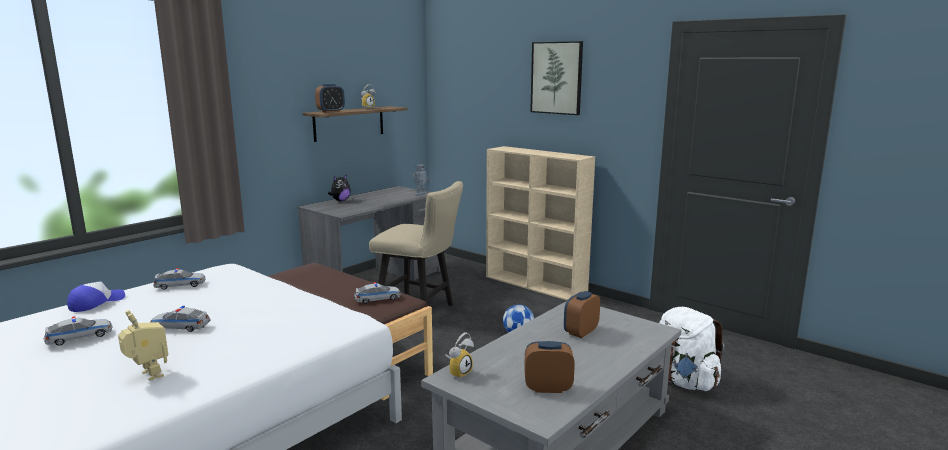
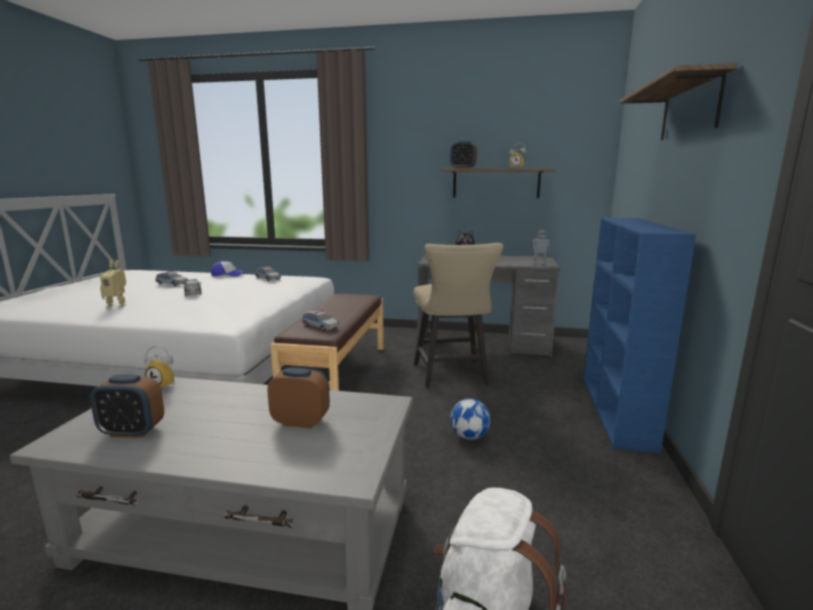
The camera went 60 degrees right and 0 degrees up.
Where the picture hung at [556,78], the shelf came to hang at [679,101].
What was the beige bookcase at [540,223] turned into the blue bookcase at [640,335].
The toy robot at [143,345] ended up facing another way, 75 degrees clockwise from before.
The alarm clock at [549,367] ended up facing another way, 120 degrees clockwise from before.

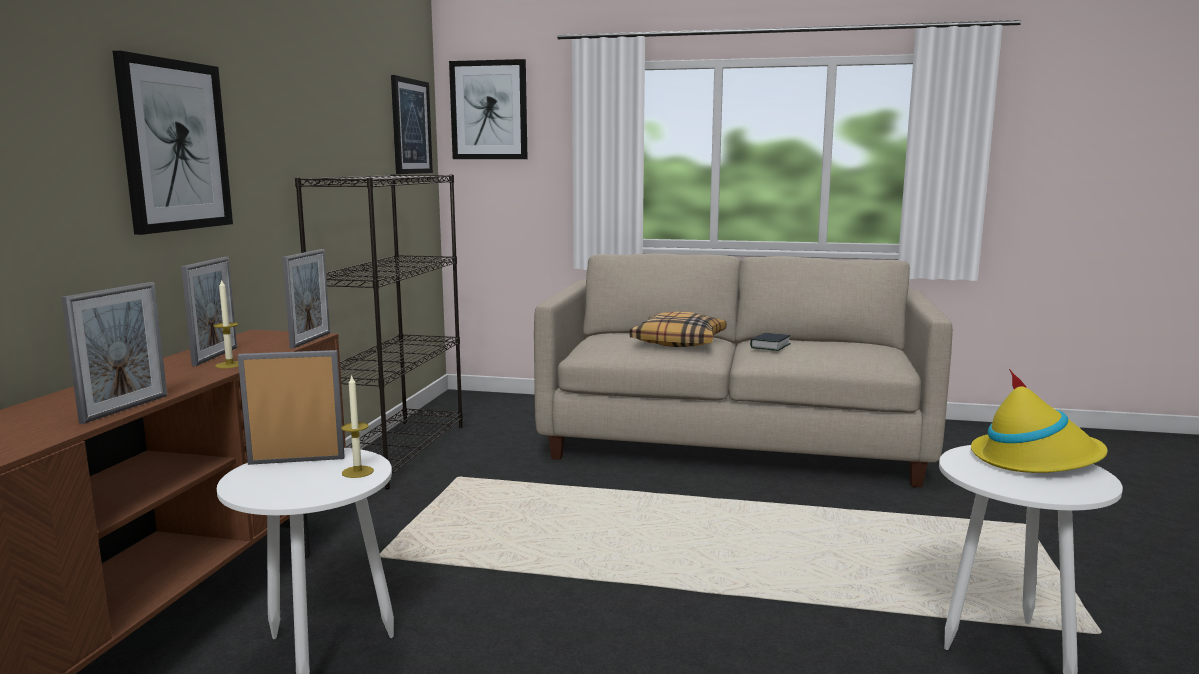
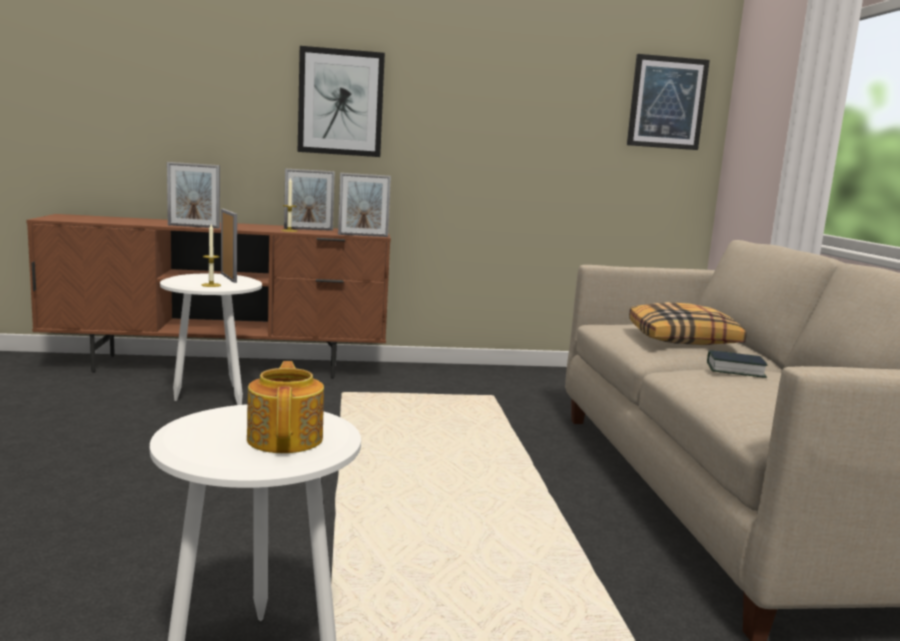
The camera went 70 degrees right and 0 degrees up.
The second view lost the picture at [488,109].
The second view lost the black bookcase at [379,331].
Where the yellow hat stood at [1039,421], the teapot came to stand at [285,407].

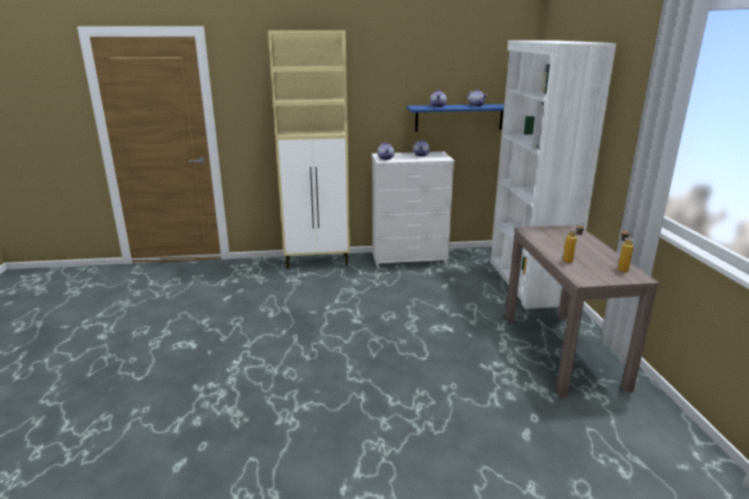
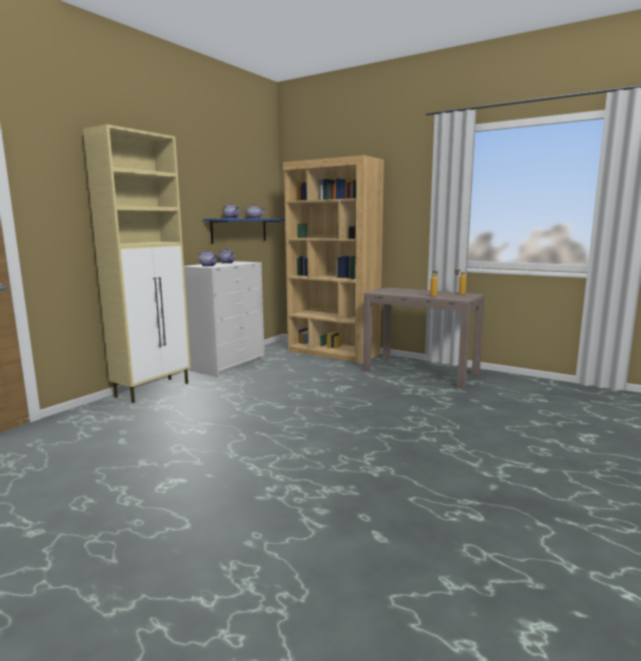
The camera went 50 degrees left and 10 degrees down.
What was the white bookcase at [553,174] turned into the brown bookcase at [333,259].

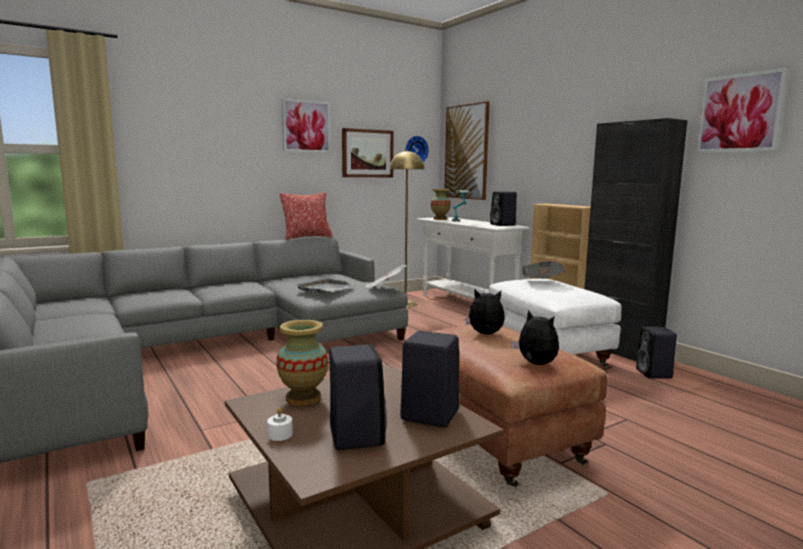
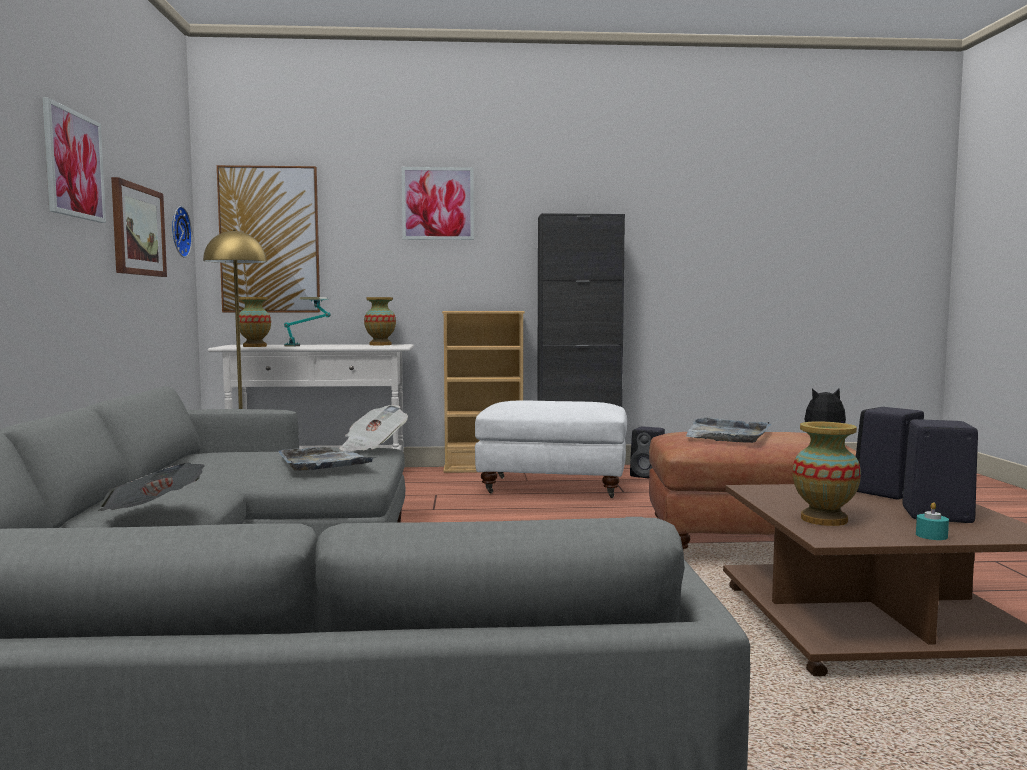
The camera went 60 degrees left and 5 degrees down.
The picture ended up elsewhere, having gone from [742,110] to [438,203].
Where the black speaker stood at [503,208], the vase came to stand at [380,321].
The second view lost the pillow at [306,216].
The newspaper ended up elsewhere, having gone from [543,270] to [151,486].
Where the plush toy stood at [485,312], the grey tray came to stand at [728,430].
What was the white candle at [280,424] turned into the turquoise candle at [932,521].

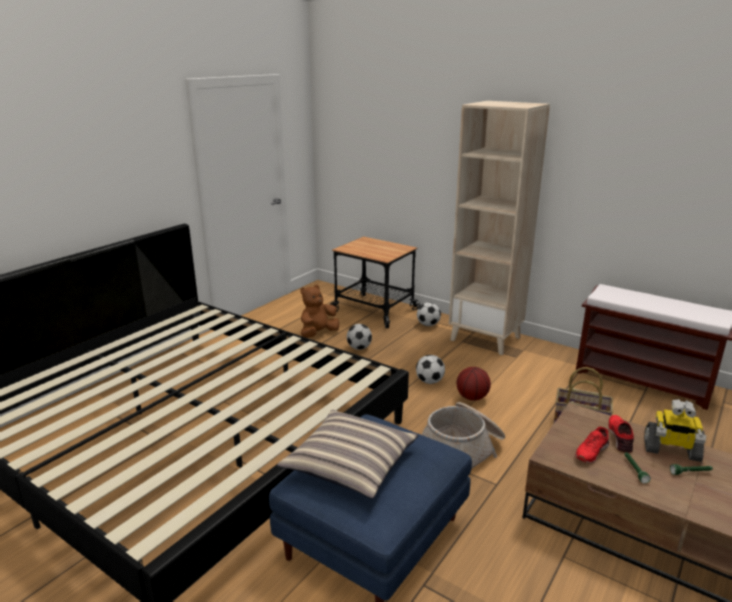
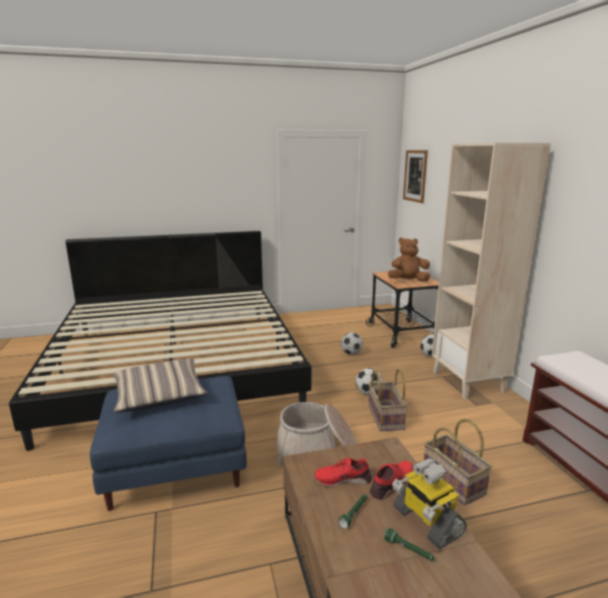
The camera went 40 degrees right and 5 degrees down.
The brown plush toy ended up elsewhere, having gone from [319,311] to [409,260].
Where the basketball stood at [474,384], the basket came to stand at [388,399].
The second view gained the picture at [415,176].

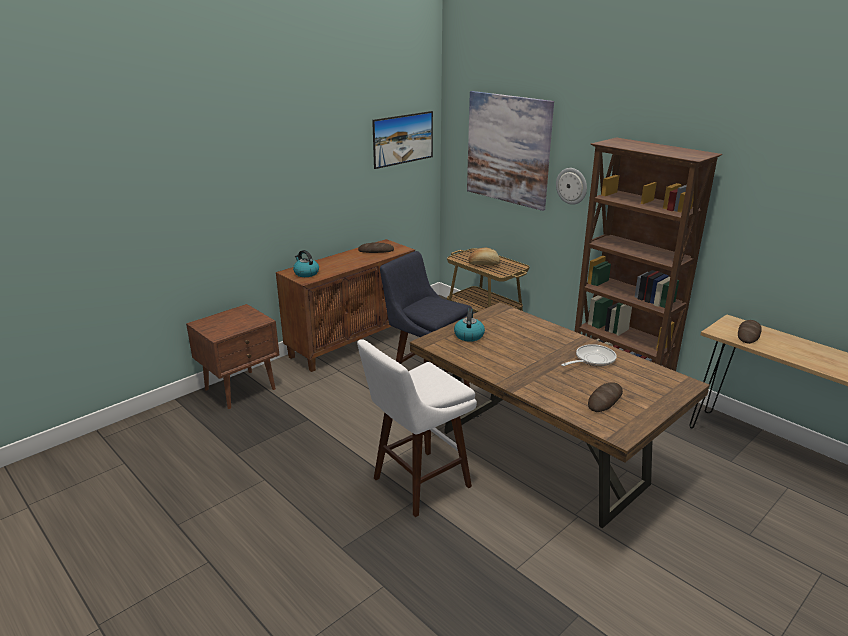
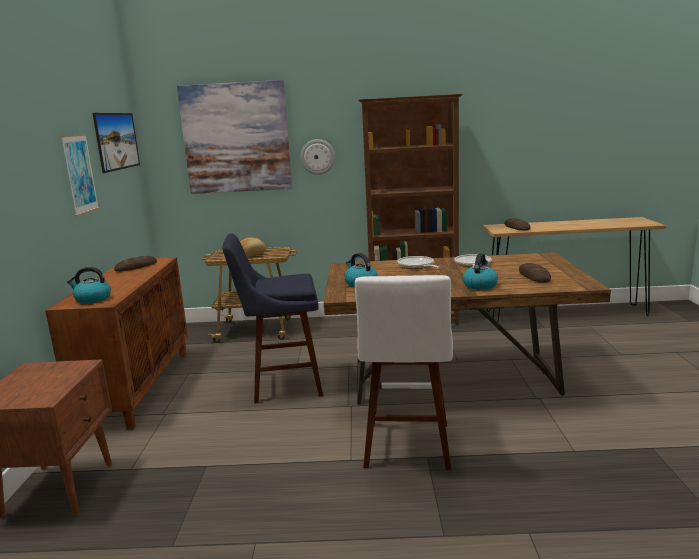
The camera went 45 degrees left and 10 degrees down.
The second view gained the picture at [80,175].
The second view gained the kettle at [480,271].
The second view gained the frying pan at [419,262].

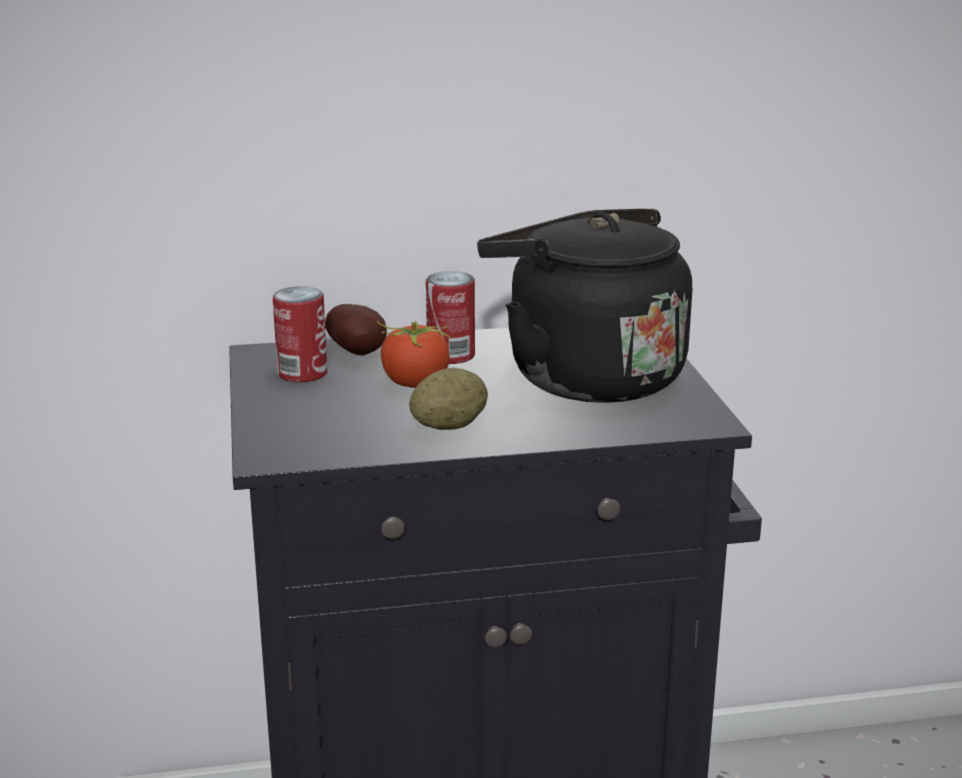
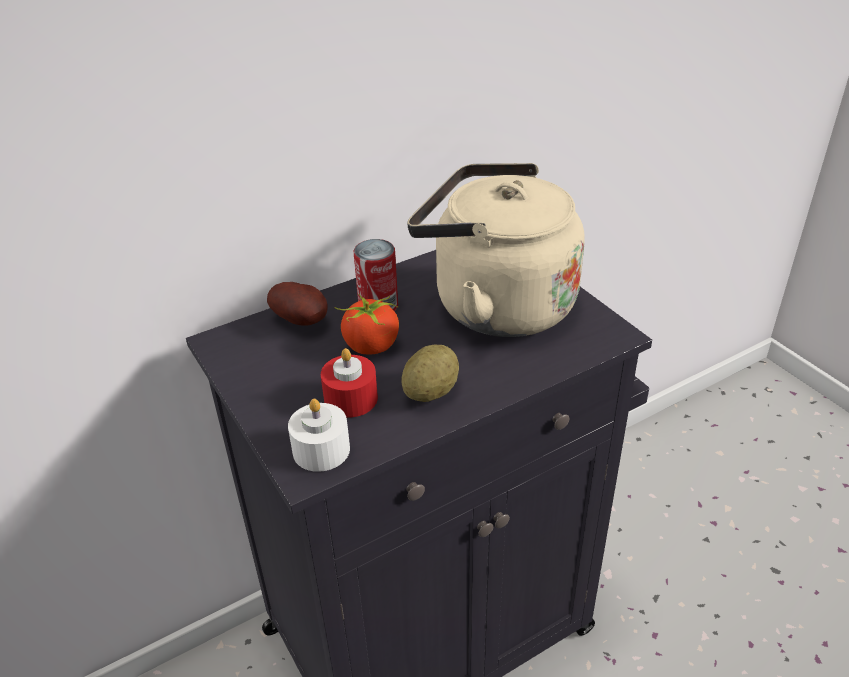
The camera went 20 degrees left and 15 degrees up.
What was the black kettle at [584,306] turned into the beige kettle at [496,250].
The second view lost the can at [300,334].
The second view gained the red candle at [349,383].
The second view gained the white candle at [319,435].

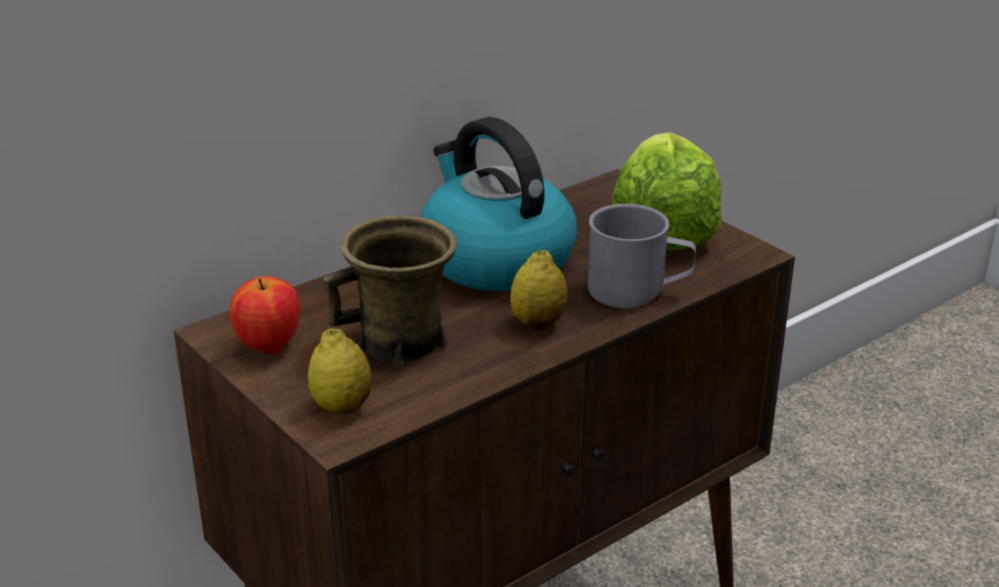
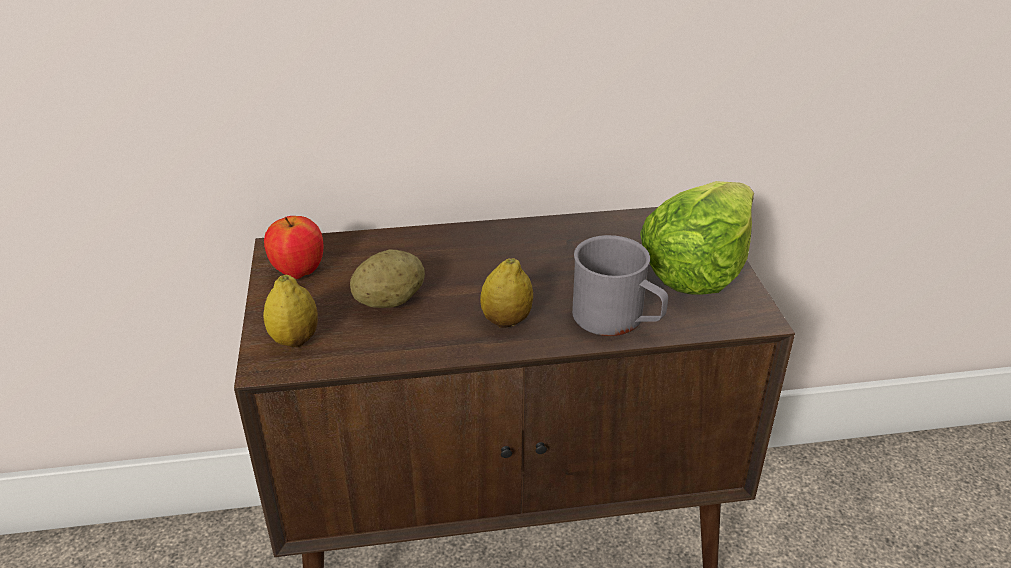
The camera went 30 degrees right and 5 degrees up.
The second view lost the kettle at [498,204].
Where the brown mug stood at [390,290], the potato came to stand at [387,278].

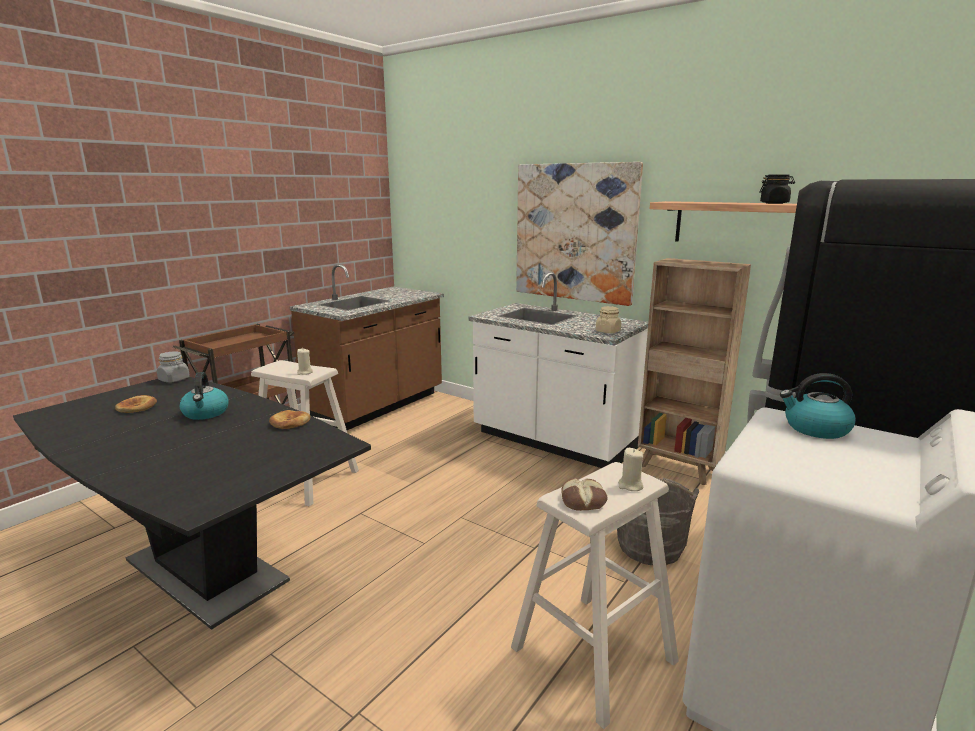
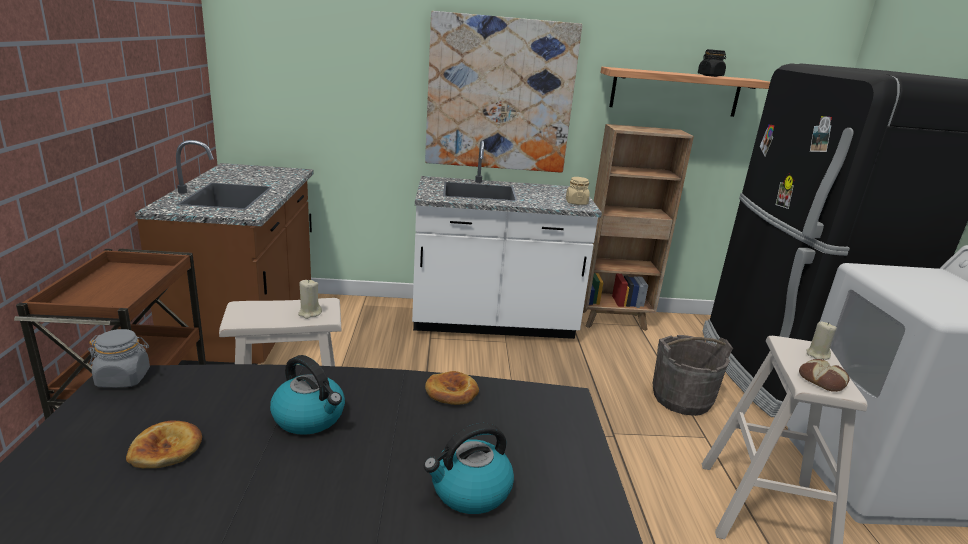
The camera went 40 degrees left and 5 degrees up.
The kettle ended up elsewhere, having gone from [818,406] to [469,468].

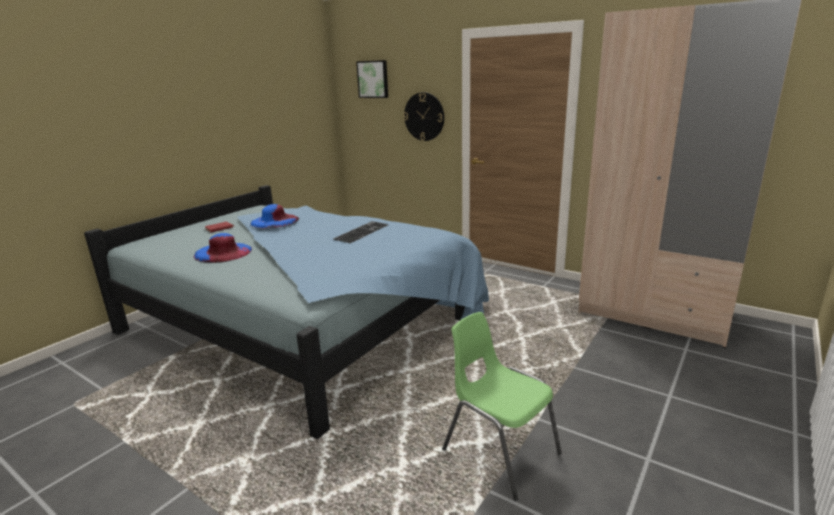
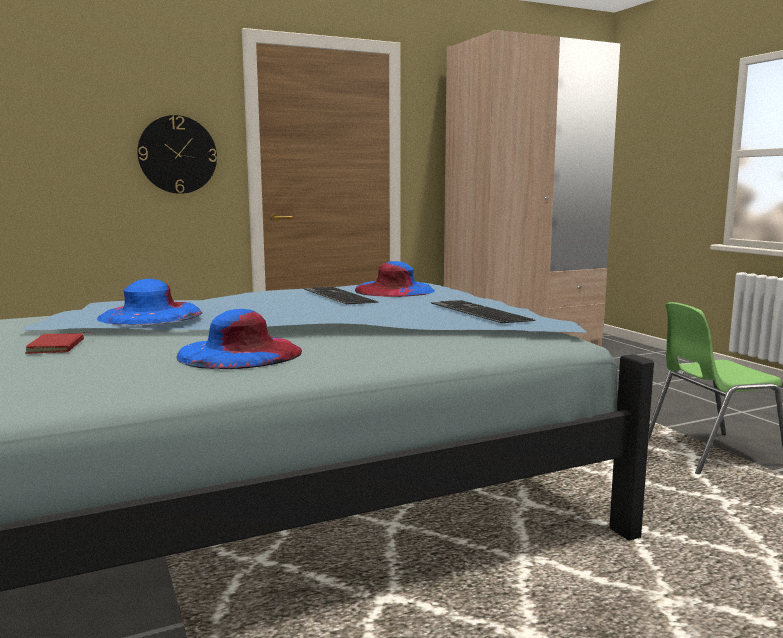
The camera went 60 degrees left and 10 degrees down.
The second view lost the picture at [372,79].
The second view gained the blue hat at [395,279].
The second view gained the keyboard at [483,311].

